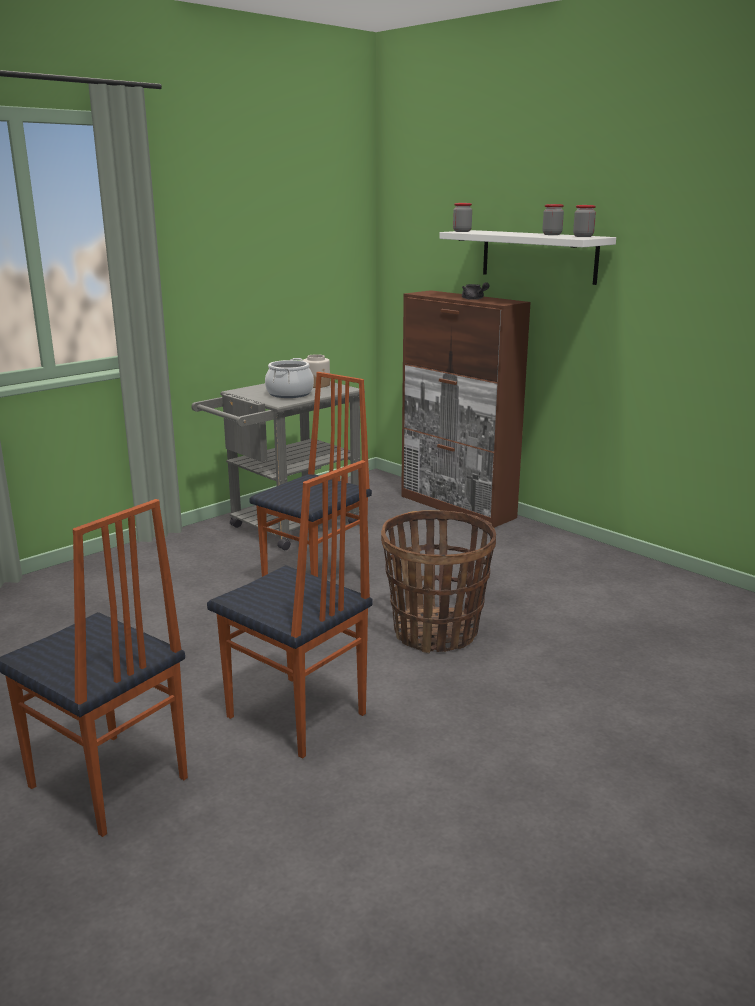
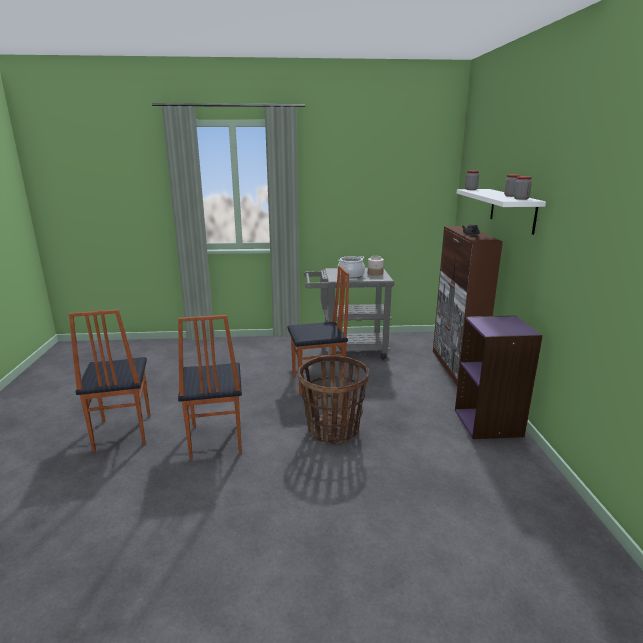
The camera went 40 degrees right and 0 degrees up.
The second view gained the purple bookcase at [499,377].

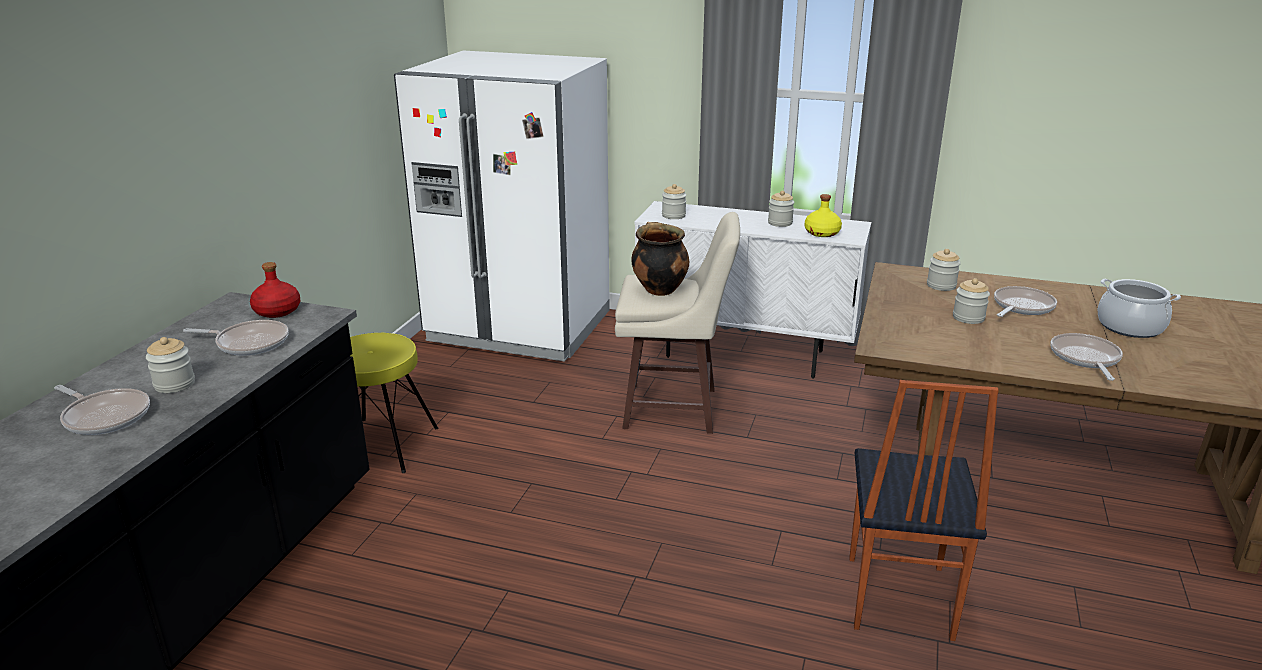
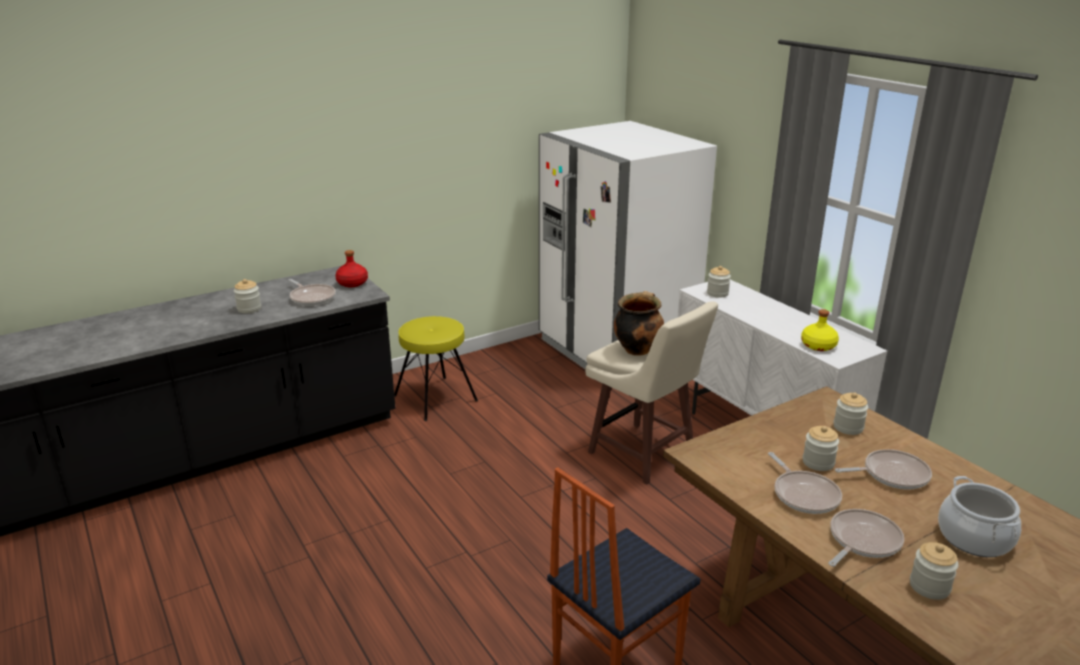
The camera went 40 degrees right and 0 degrees up.
The jar ended up elsewhere, having gone from [781,209] to [934,571].
The frying pan ended up elsewhere, having gone from [102,410] to [805,483].

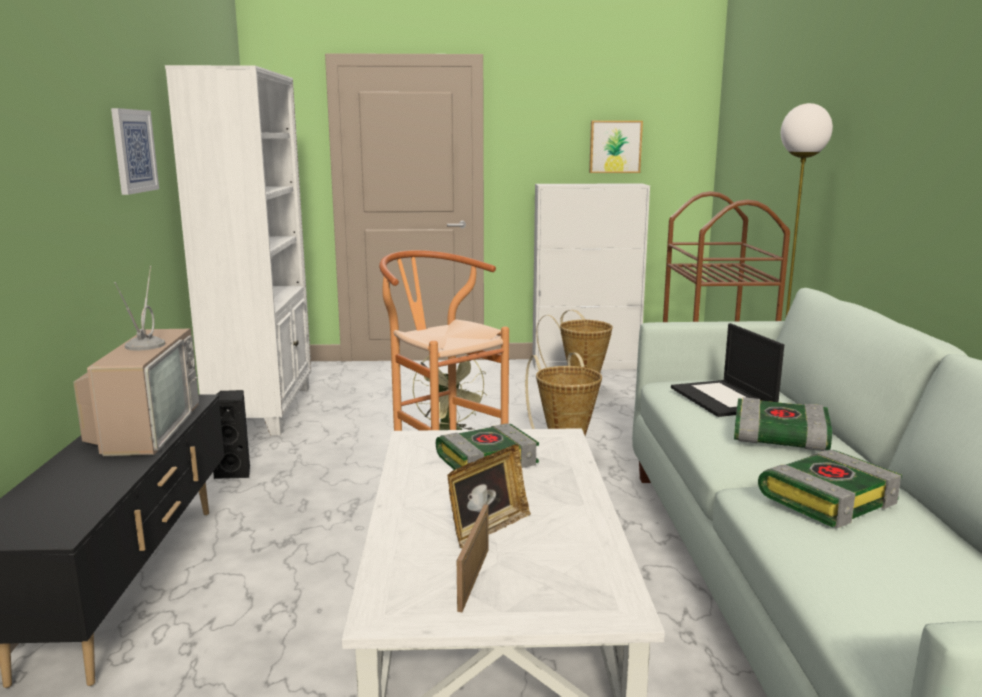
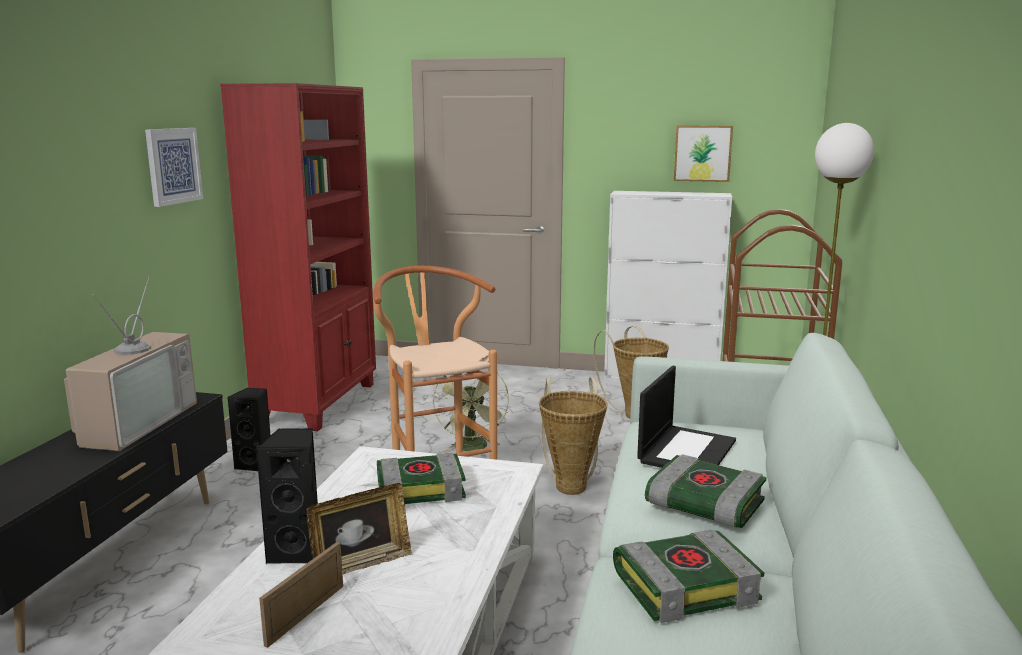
The camera went 15 degrees right and 0 degrees up.
What was the white bookcase at [238,250] turned into the red bookcase at [298,257].
The laptop at [727,370] ended up facing another way, 150 degrees counterclockwise from before.
The second view gained the black speaker at [287,496].

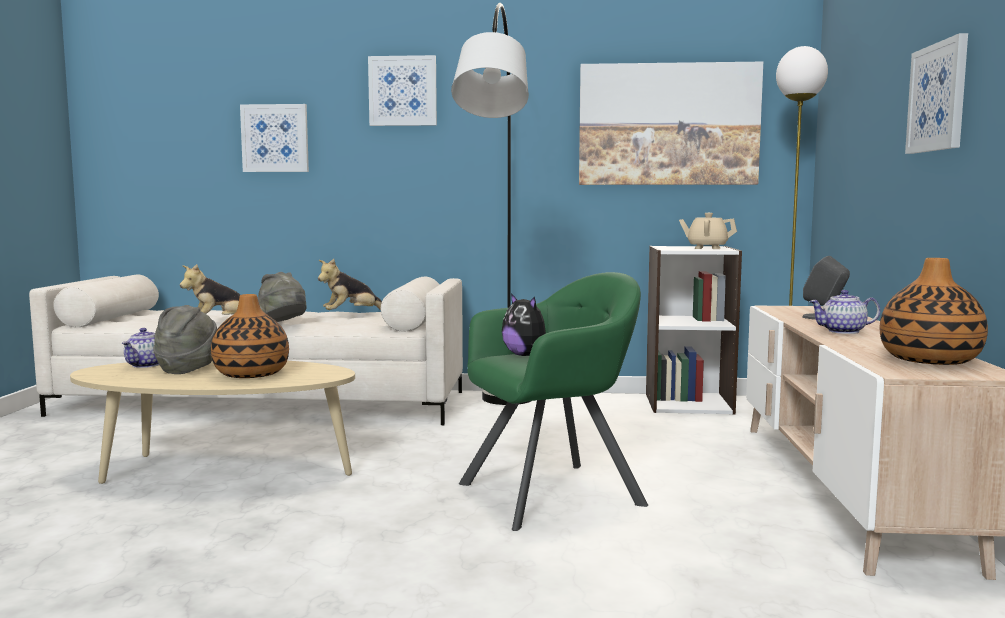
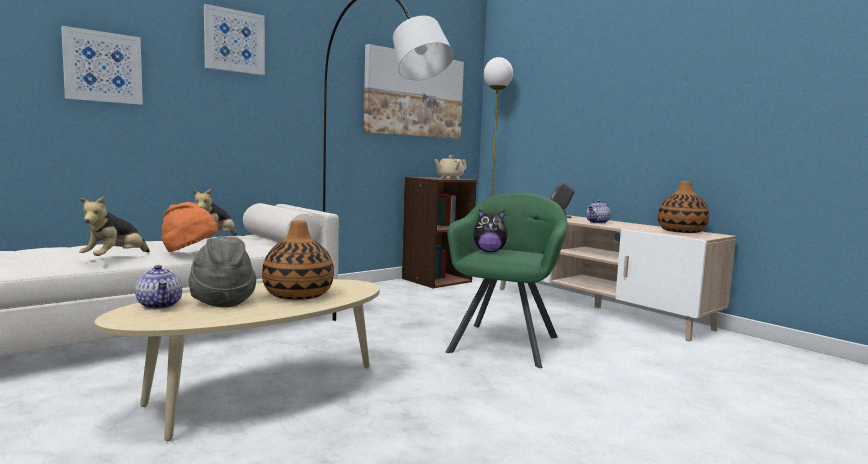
The camera went 45 degrees left and 0 degrees up.
The second view lost the picture at [936,93].
What was the white bookcase at [694,330] turned into the brown bookcase at [439,233].
What was the grey hat at [282,297] turned into the orange hat at [189,227].

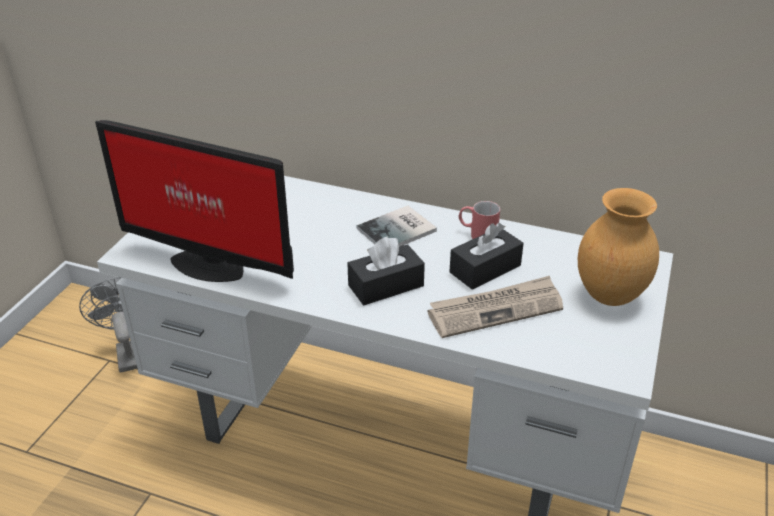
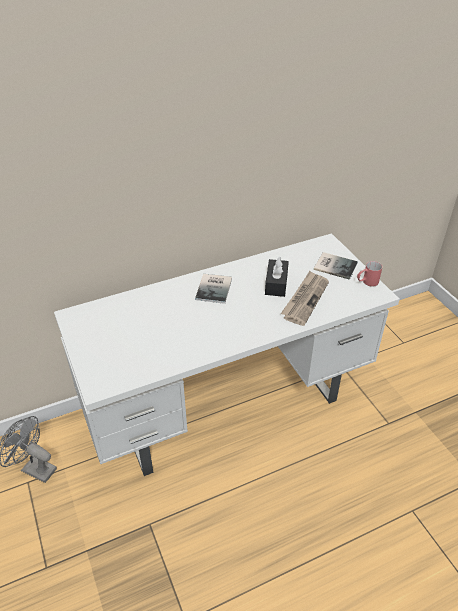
The camera went 45 degrees left and 5 degrees up.
The second view lost the monitor at [194,201].
Where the brown vase stood at [618,247], the book came to stand at [336,266].
The red mug ended up elsewhere, having gone from [479,220] to [369,274].
The second view lost the black tissue box at [386,271].

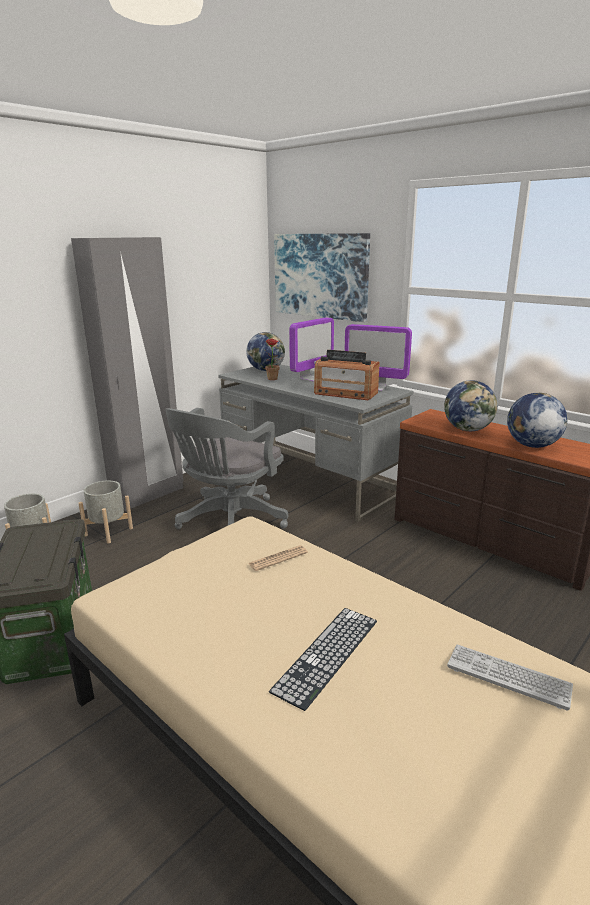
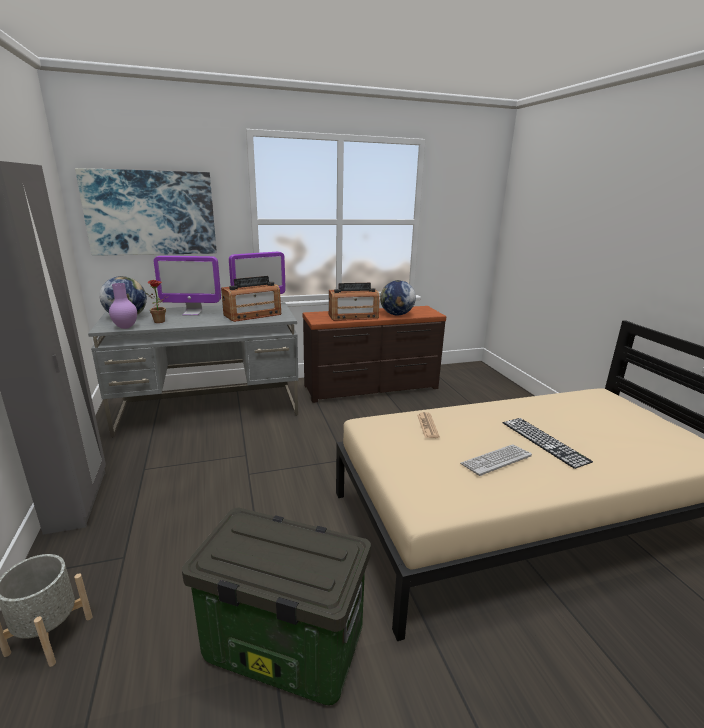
The camera went 60 degrees left and 0 degrees up.
The monitor at [311,349] ended up facing another way, 105 degrees clockwise from before.
Where the globe stood at [471,405], the radio came to stand at [354,302].
The second view lost the grey office chair at [226,468].
The second view lost the grey planter at [106,512].
The keyboard ended up elsewhere, having gone from [510,678] to [496,460].
The second view gained the purple vase at [123,306].

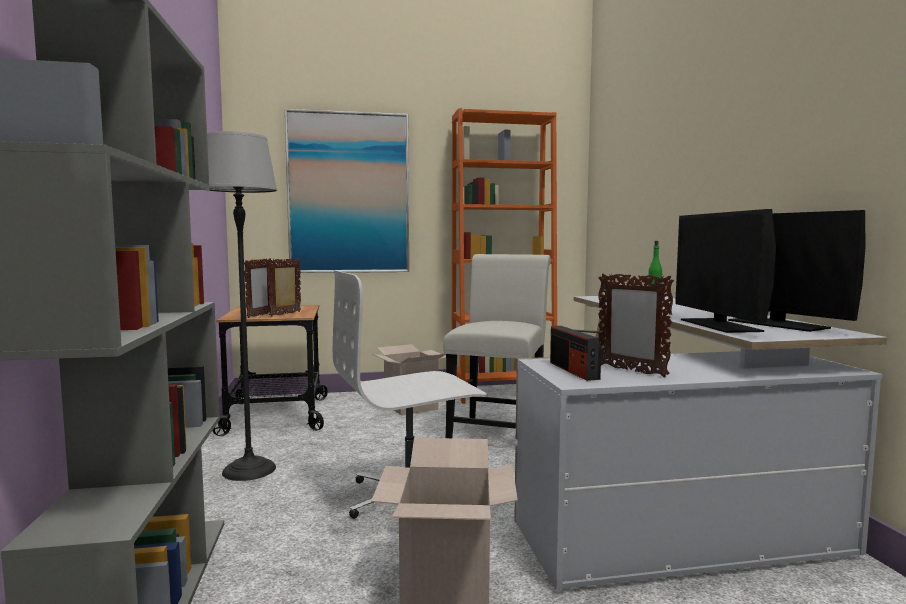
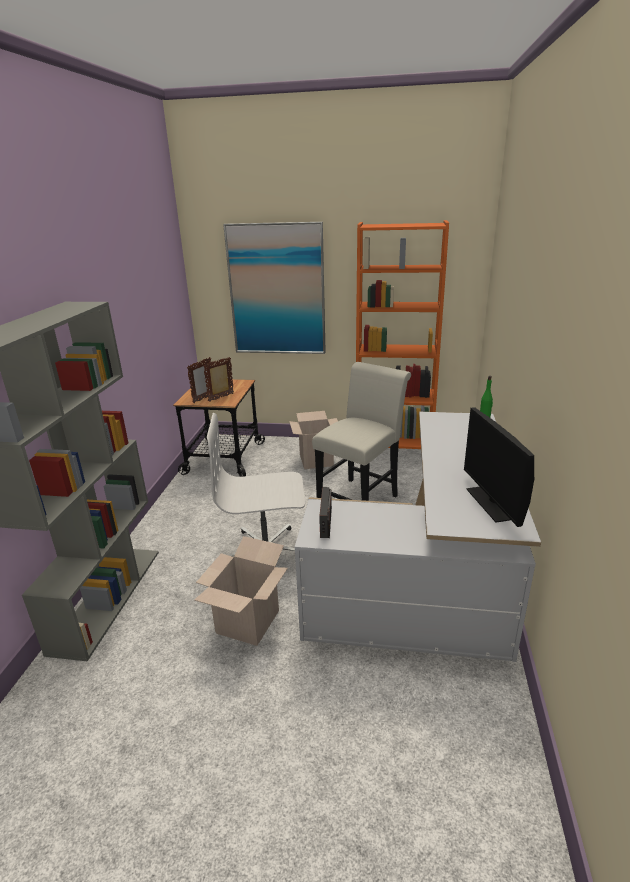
The camera went 20 degrees right and 20 degrees up.
The second view lost the floor lamp at [242,306].
The second view lost the monitor at [725,271].
The second view lost the picture frame at [636,325].

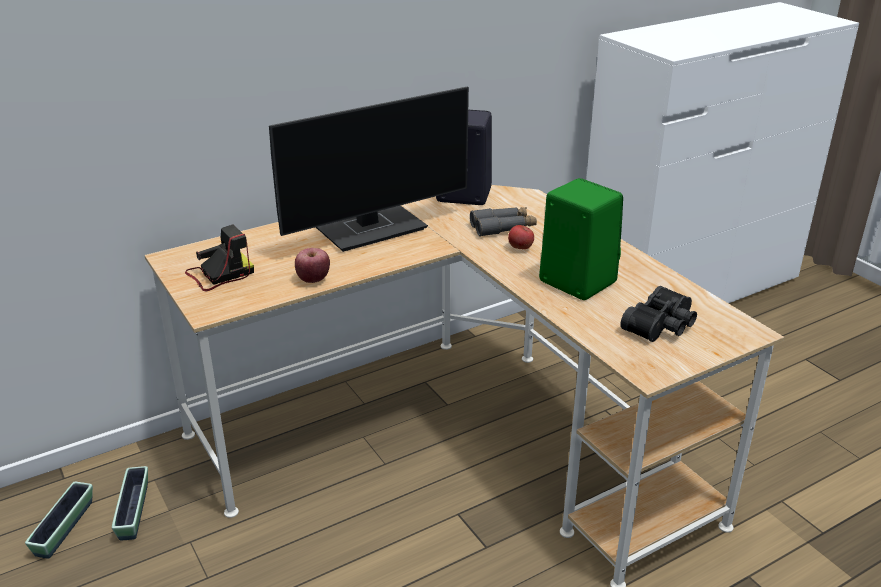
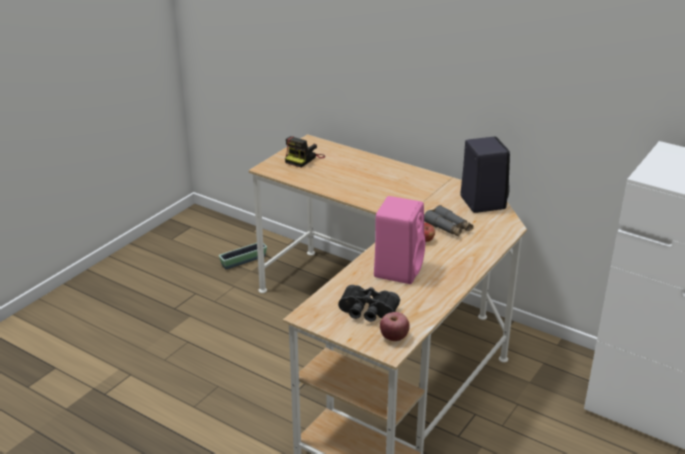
The camera went 65 degrees right and 0 degrees up.
The second view lost the monitor at [369,169].
What was the green speaker at [581,239] turned into the pink speaker at [399,240].
The photo camera at [219,257] ended up facing another way, 90 degrees clockwise from before.
The apple ended up elsewhere, having gone from [312,265] to [395,326].
The second view lost the planter at [59,520].

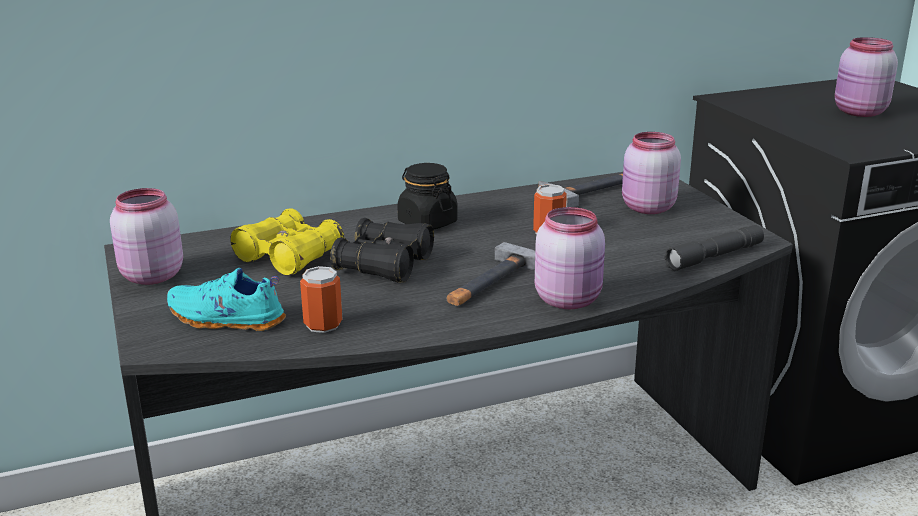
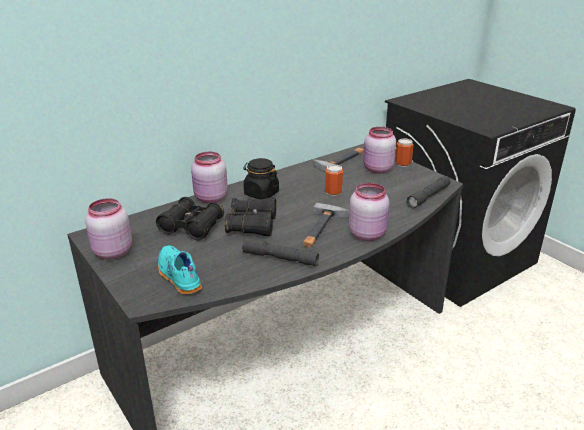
The camera went 15 degrees left and 5 degrees up.
The pink jar ended up elsewhere, having gone from [866,77] to [209,177].
What was the yellow binoculars at [287,241] turned into the black binoculars at [190,219].
The can ended up elsewhere, having gone from [321,299] to [404,153].
The turquoise shoe at [226,299] ended up facing another way, 60 degrees clockwise from before.
The second view gained the grey flashlight at [280,251].

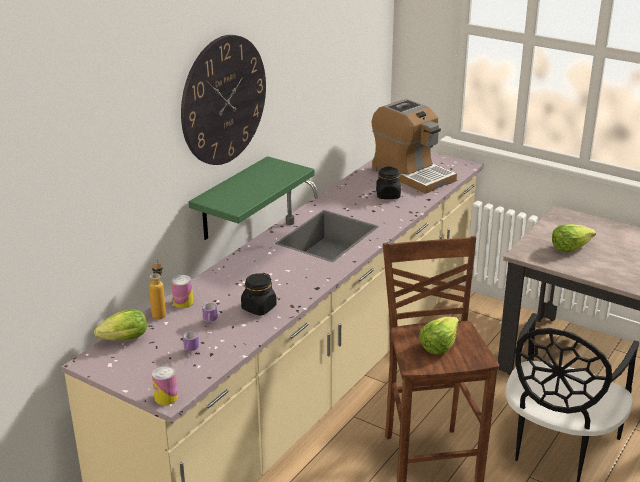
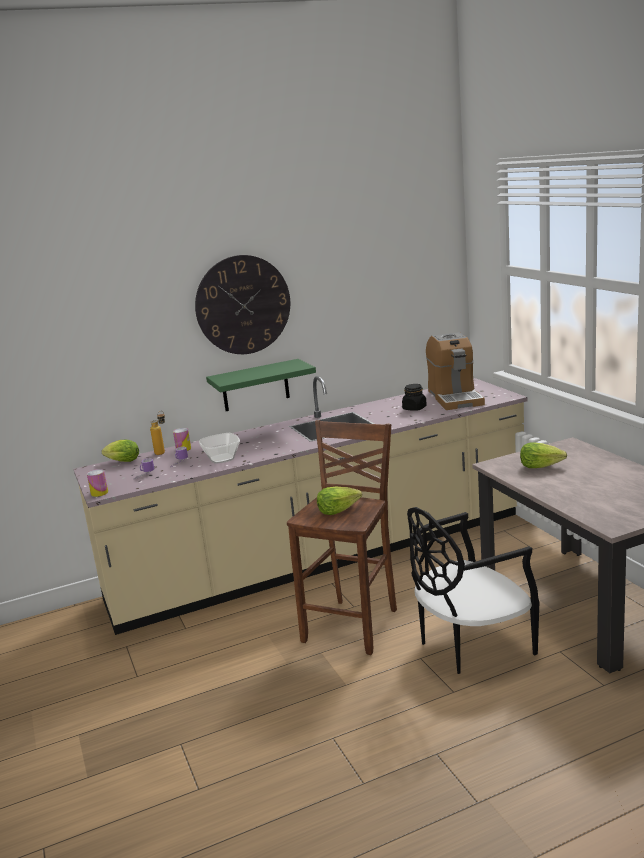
The camera went 35 degrees right and 10 degrees down.
Where the black jar stood at [259,294], the bowl came to stand at [219,448].

